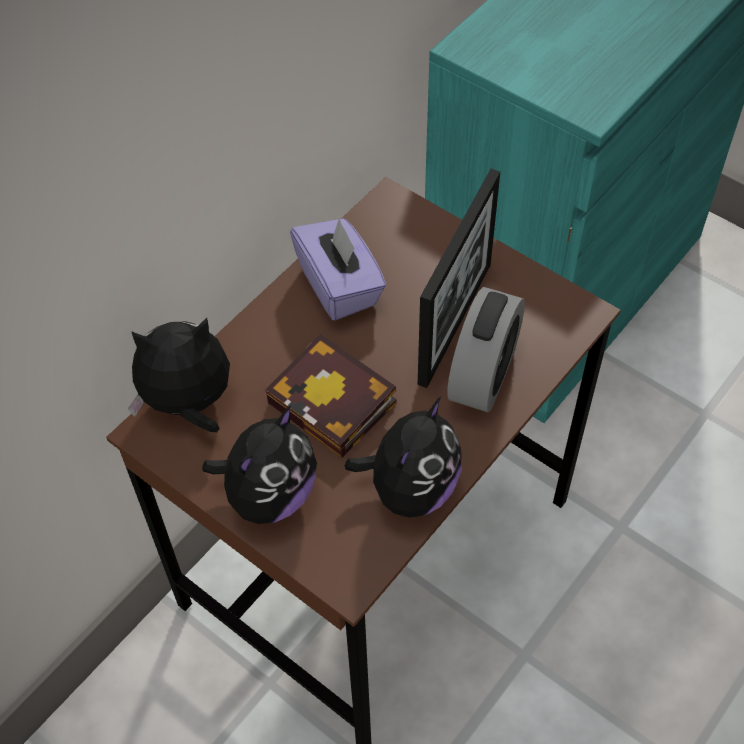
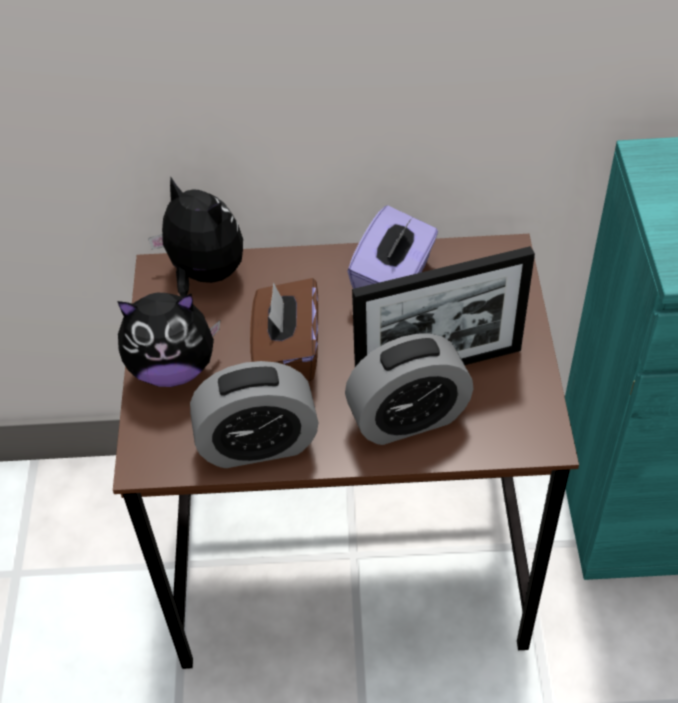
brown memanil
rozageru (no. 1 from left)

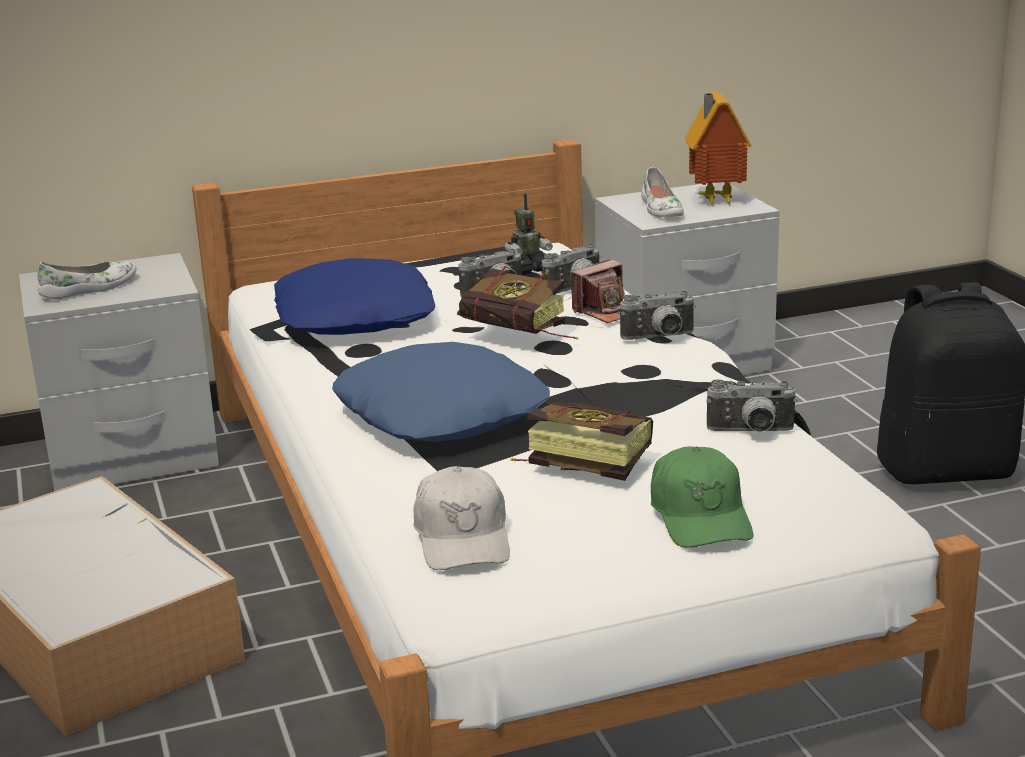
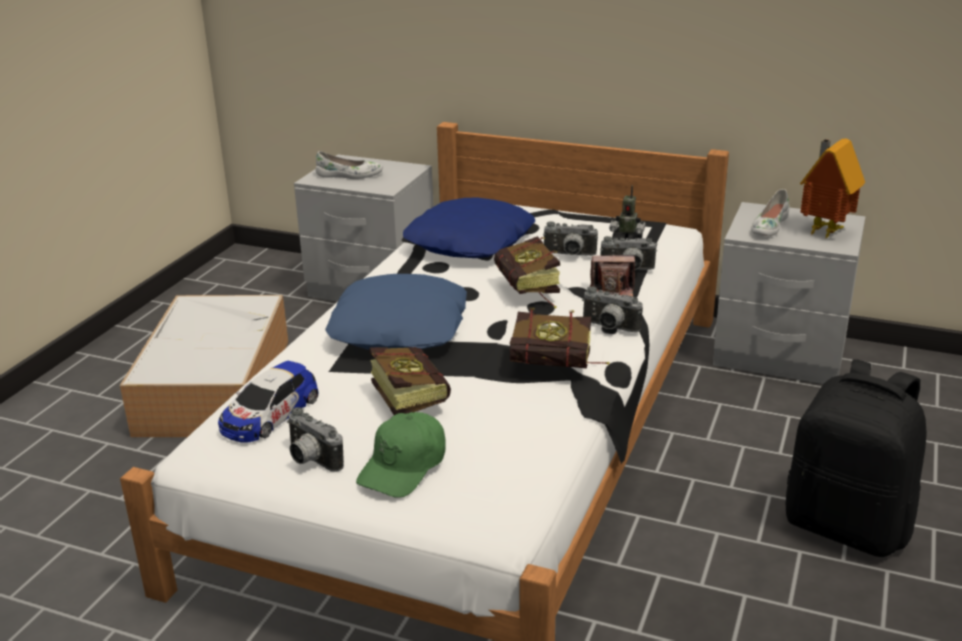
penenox
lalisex (no. 1 from left)
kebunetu (no. 3 from left)

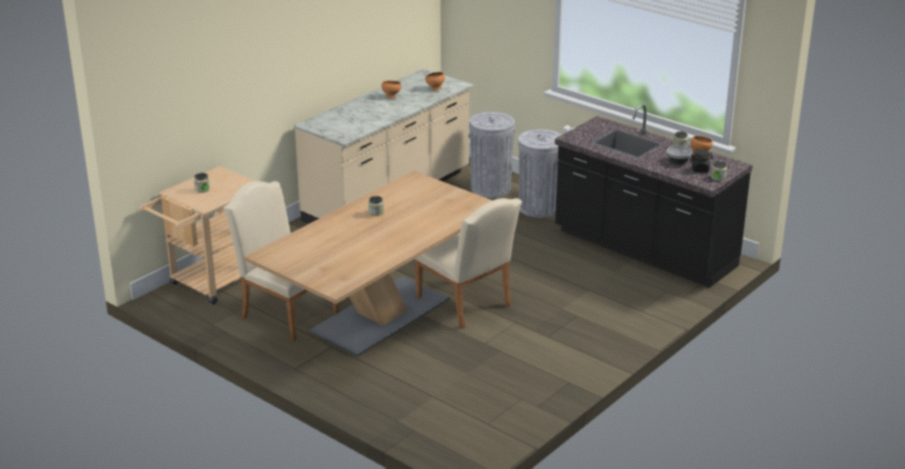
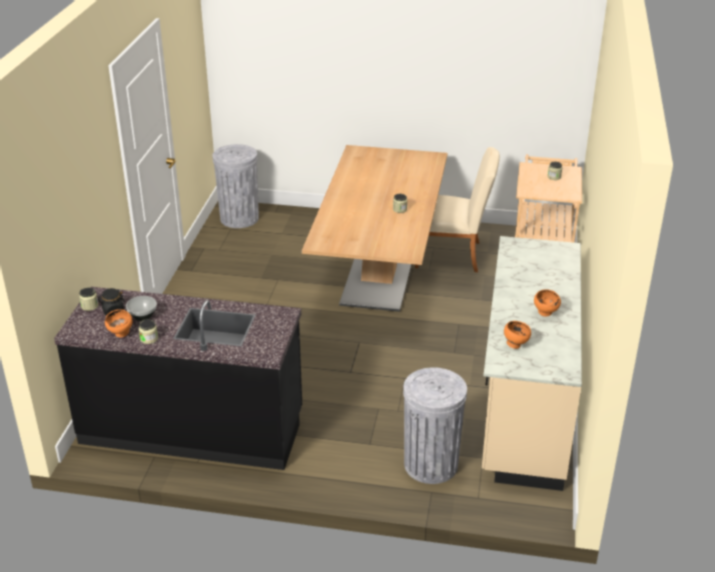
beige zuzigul (no. 2 from left in the first image)
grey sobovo (no. 1 from left)

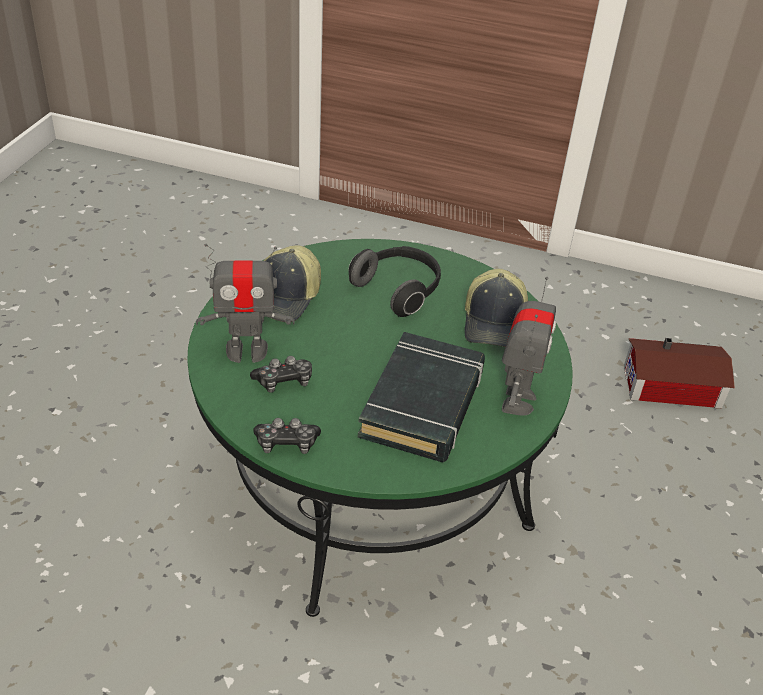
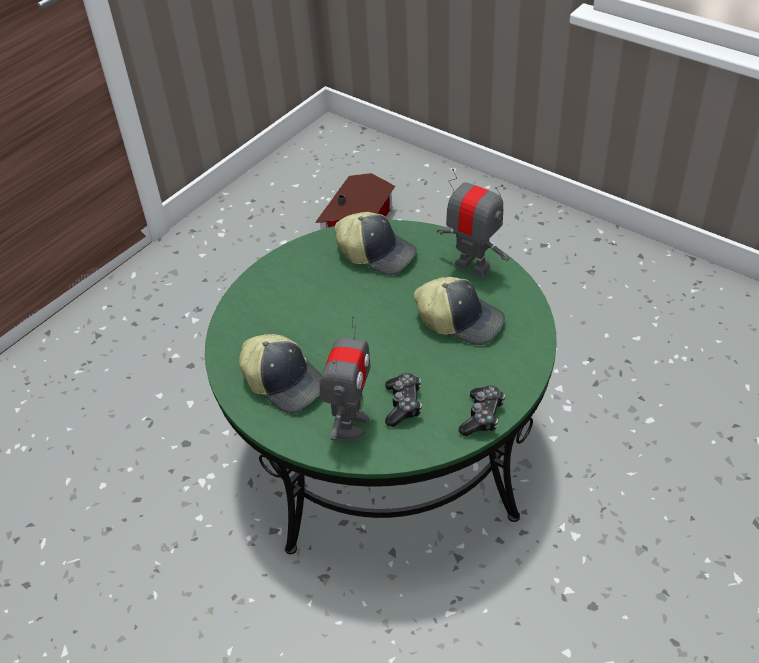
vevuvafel
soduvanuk (no. 3 from left)

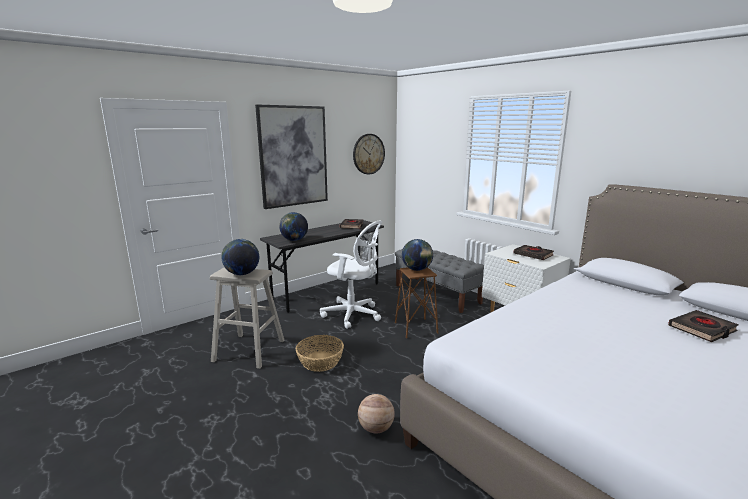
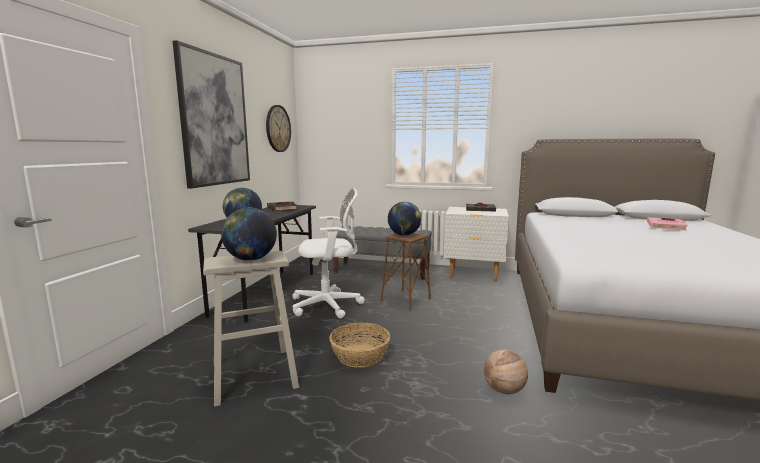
pink kebunetu

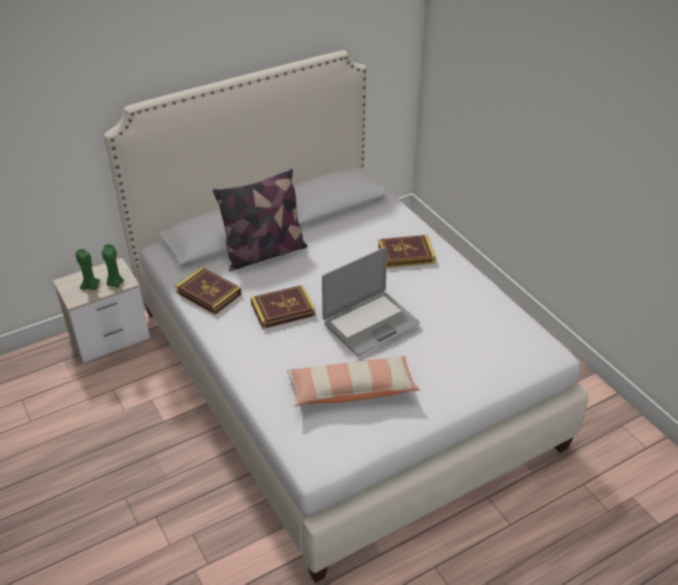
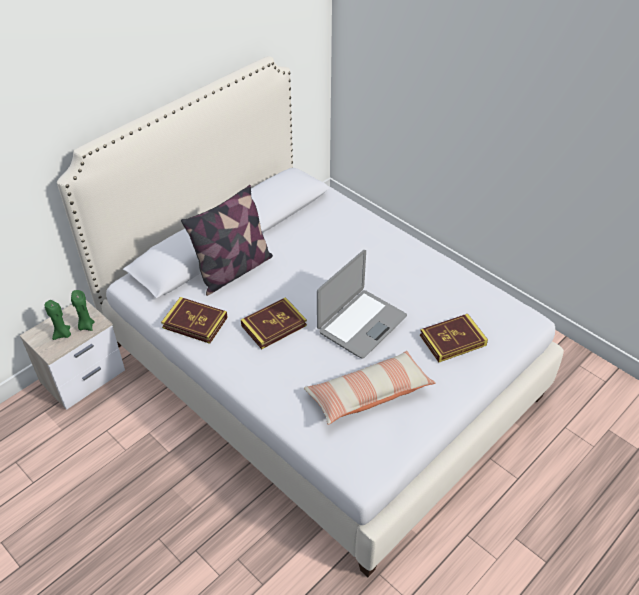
kebunetu (no. 3 from left)

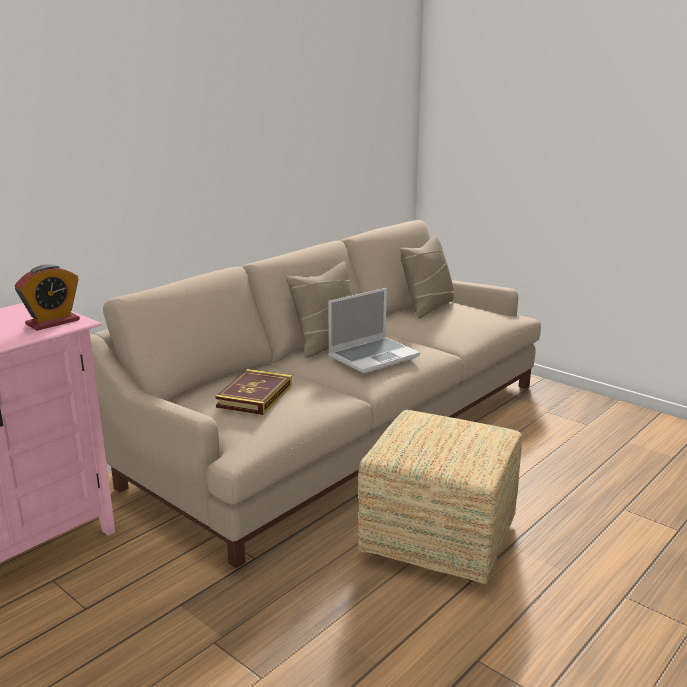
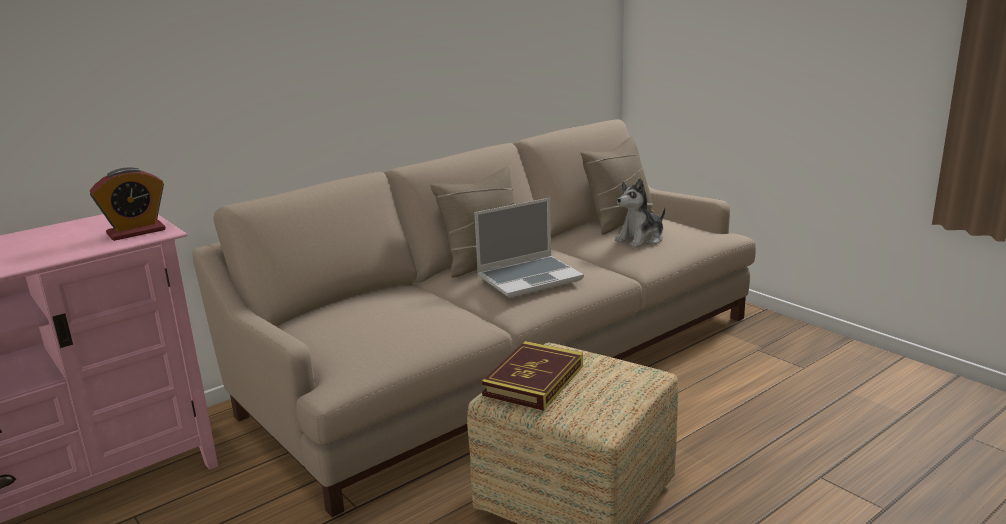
kebunetu
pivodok

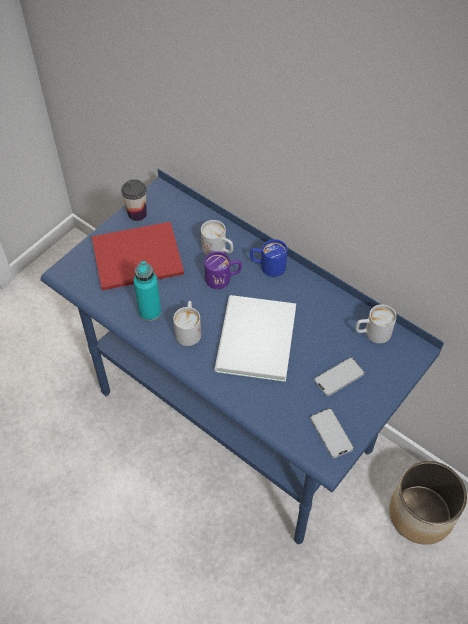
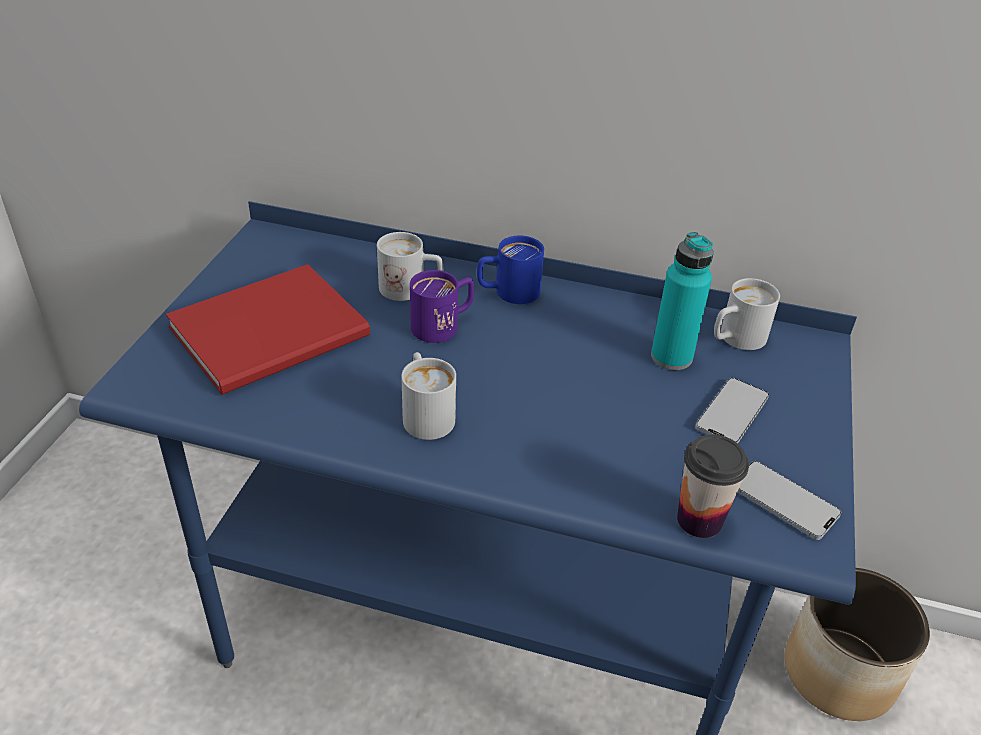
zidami
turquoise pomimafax
white kebunetu

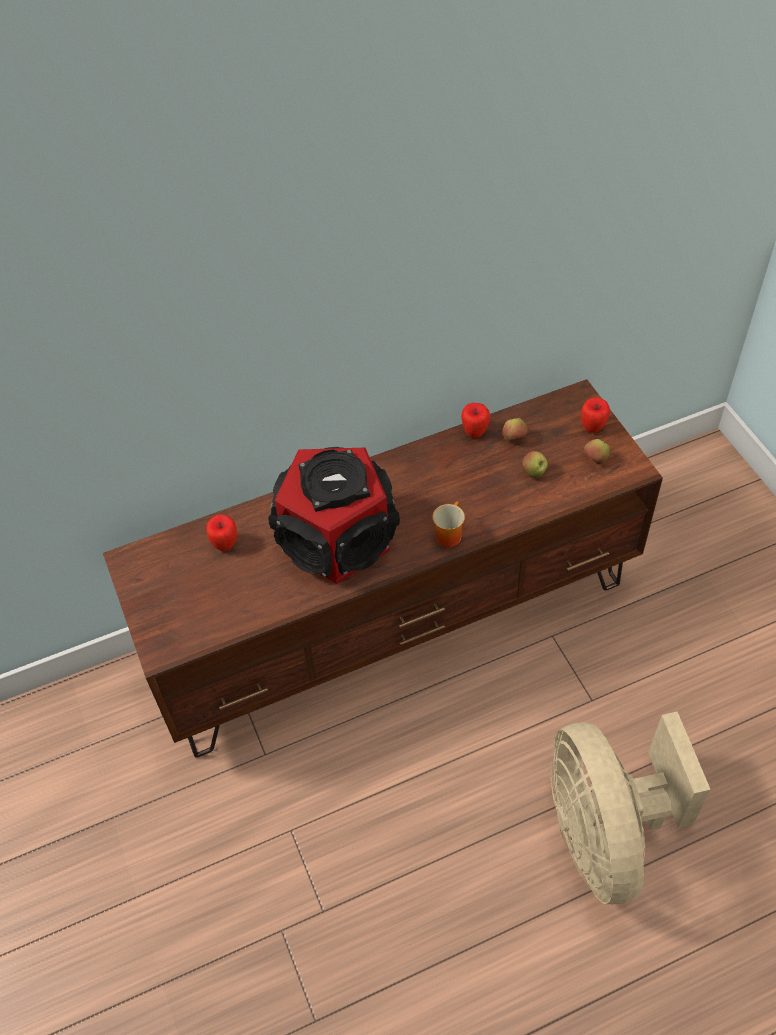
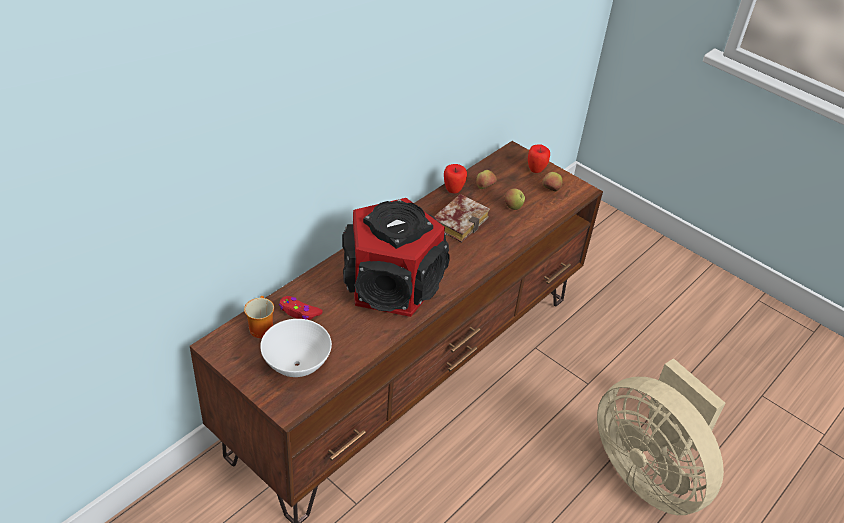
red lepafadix
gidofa
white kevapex
kebunetu

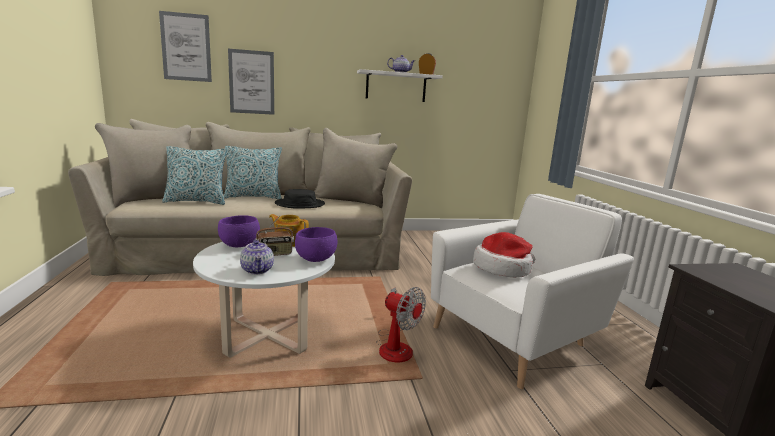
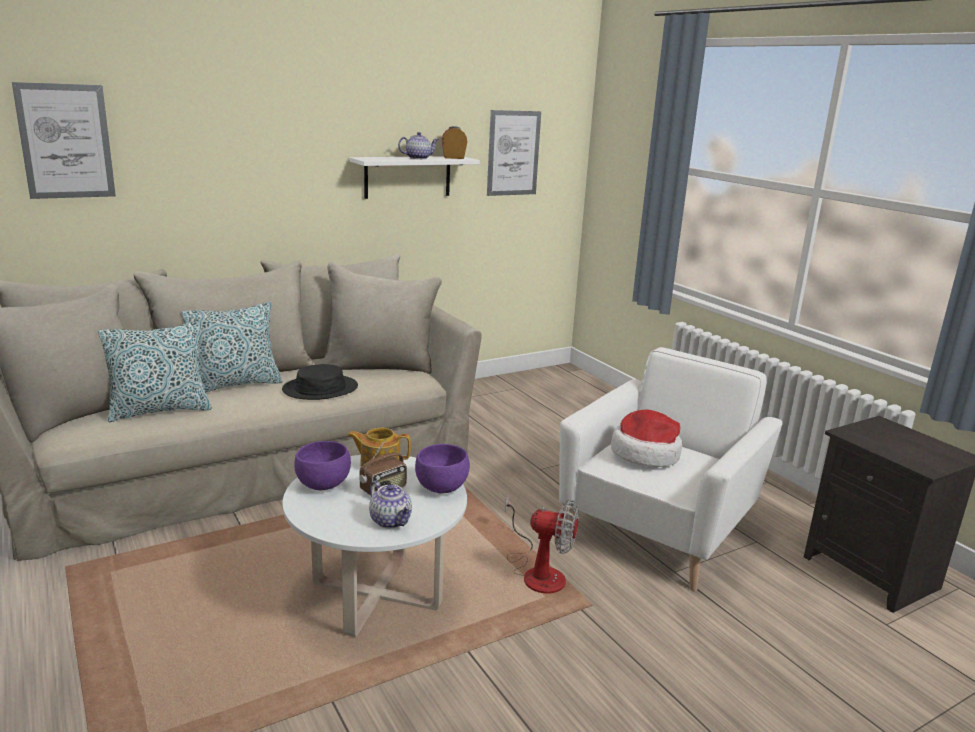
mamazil (no. 2 from left)

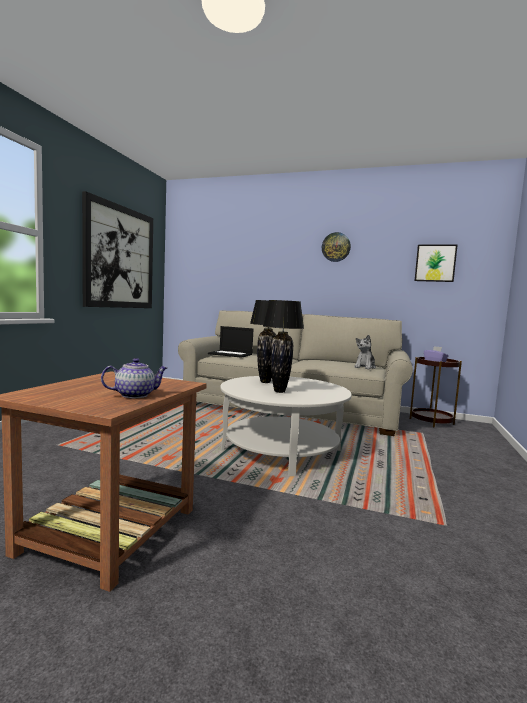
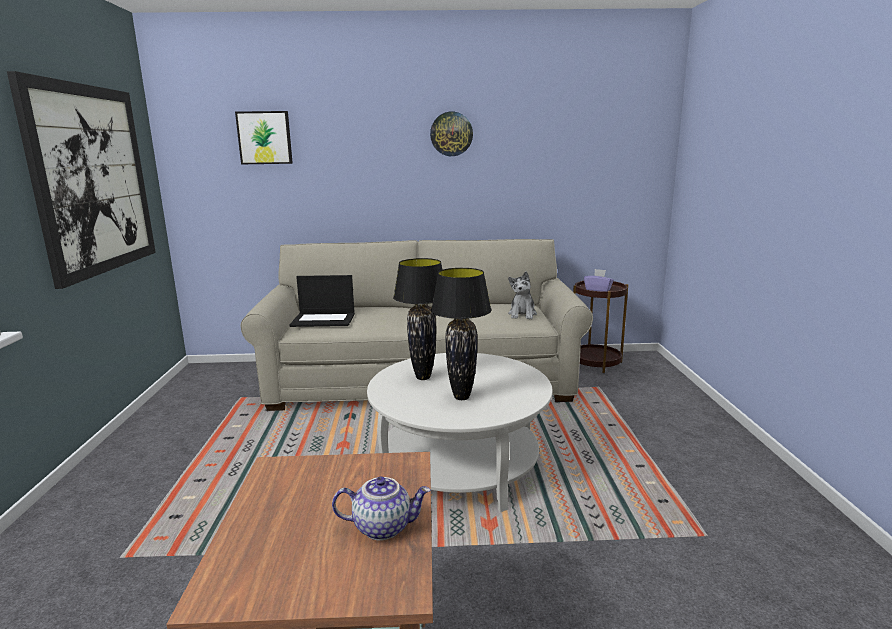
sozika
mamazil (no. 2 from left)

